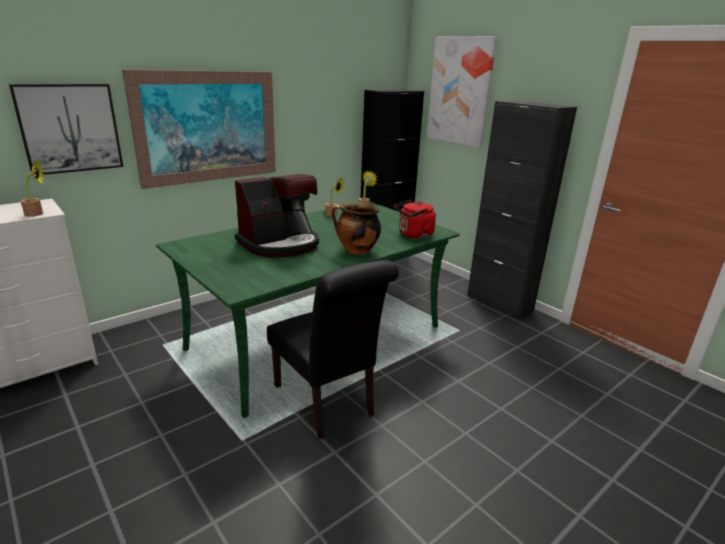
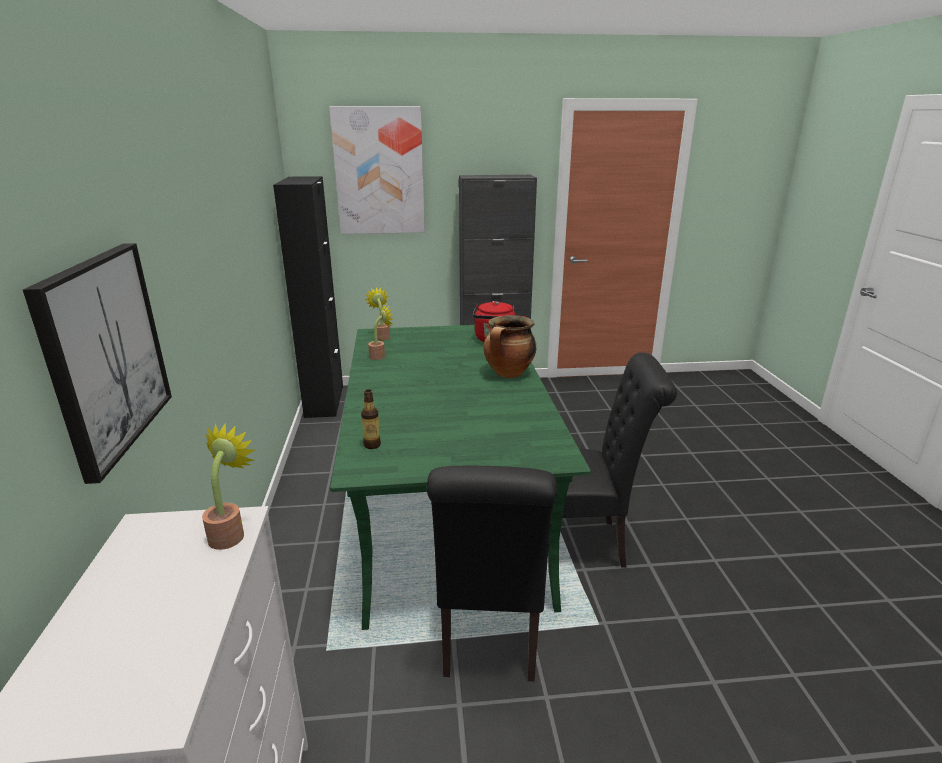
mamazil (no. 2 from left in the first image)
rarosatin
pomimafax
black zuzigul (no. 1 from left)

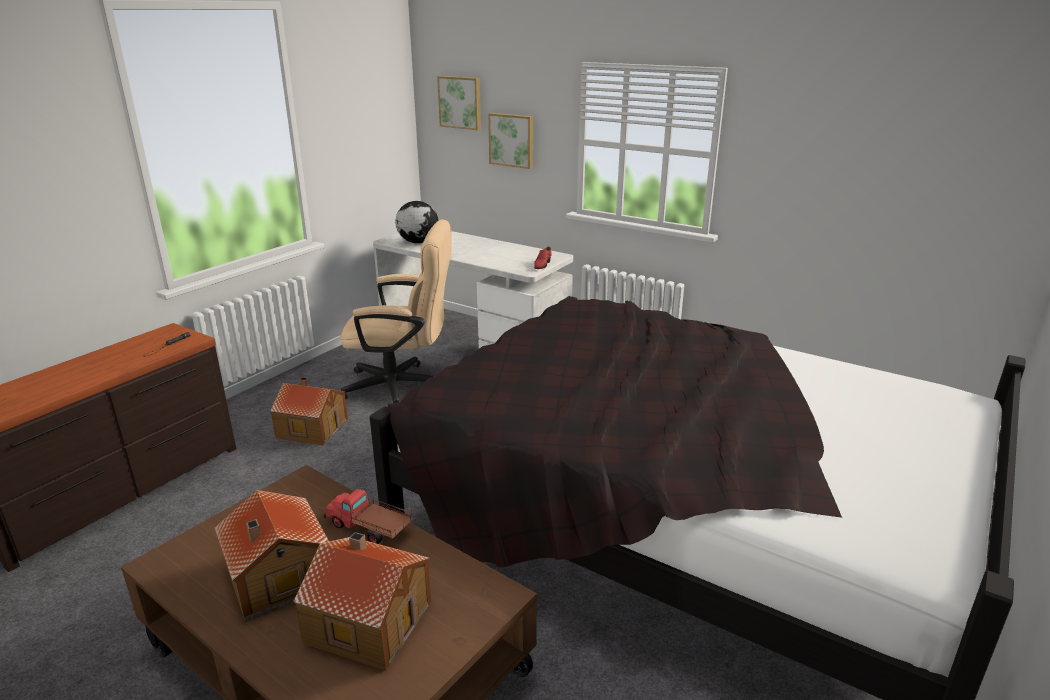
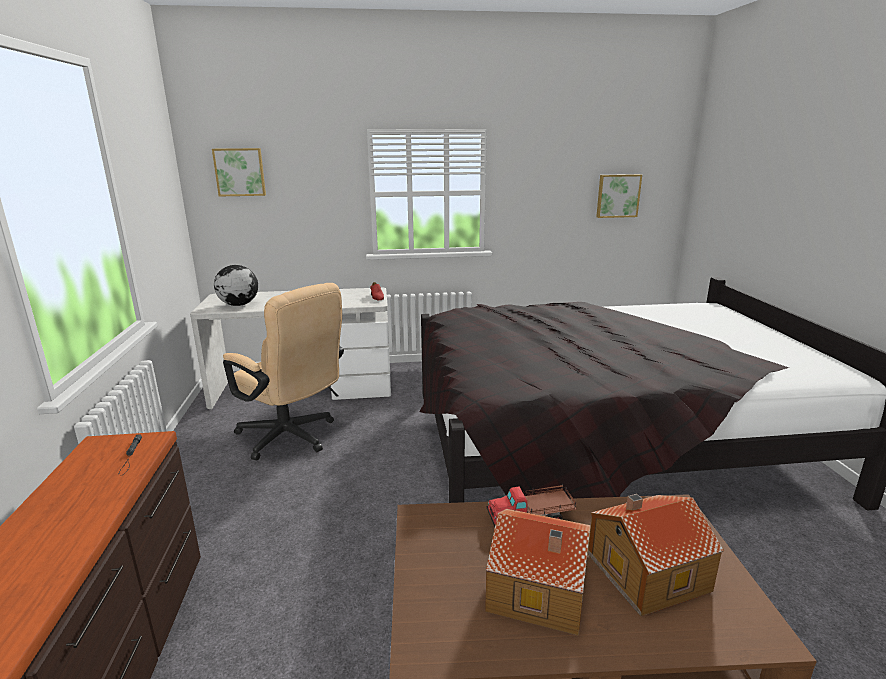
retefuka (no. 2 from left in the first image)
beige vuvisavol
mamazil (no. 2 from left)

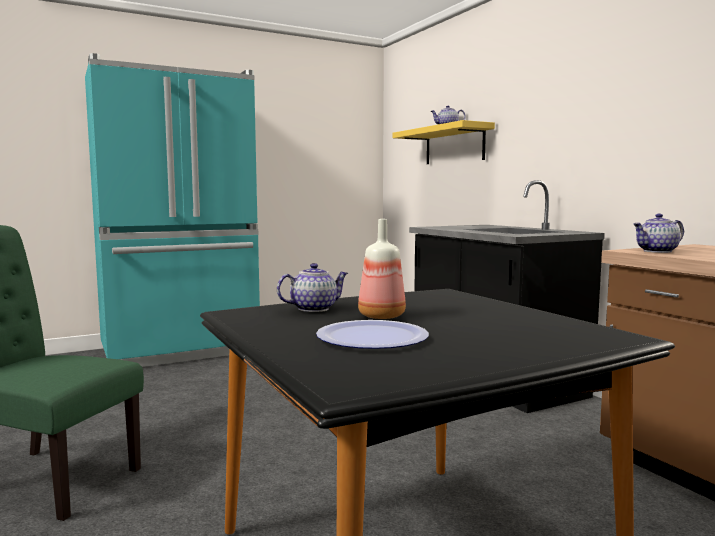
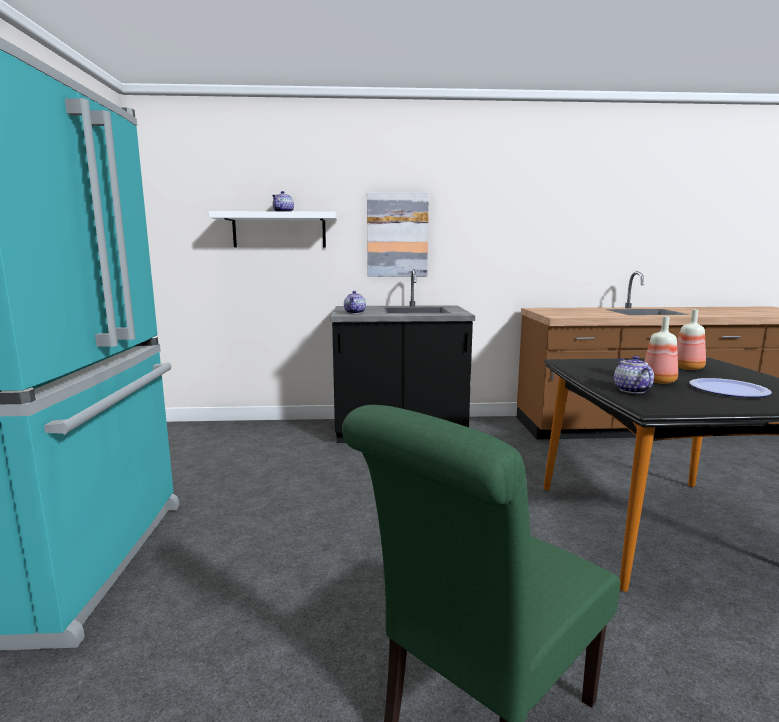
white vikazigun
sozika (no. 2 from left)
mamazil
pomimafax (no. 2 from left)

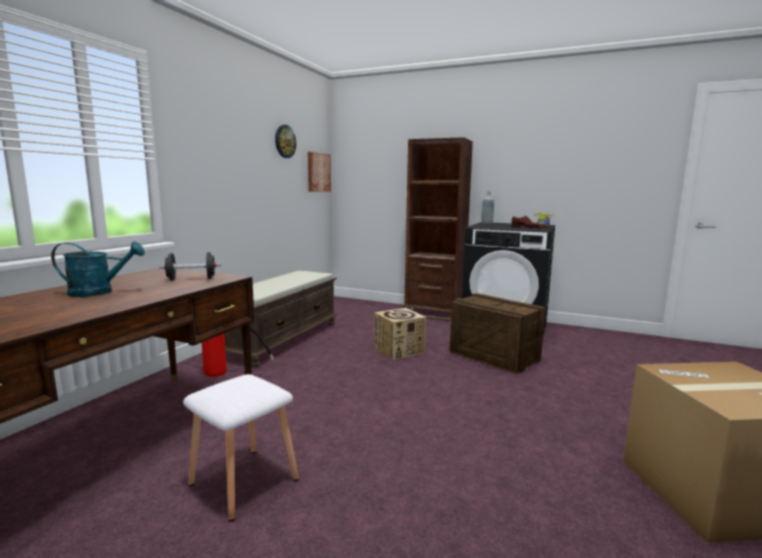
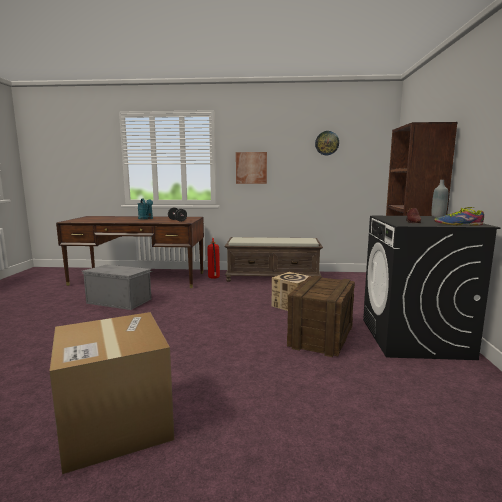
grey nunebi
mamazil

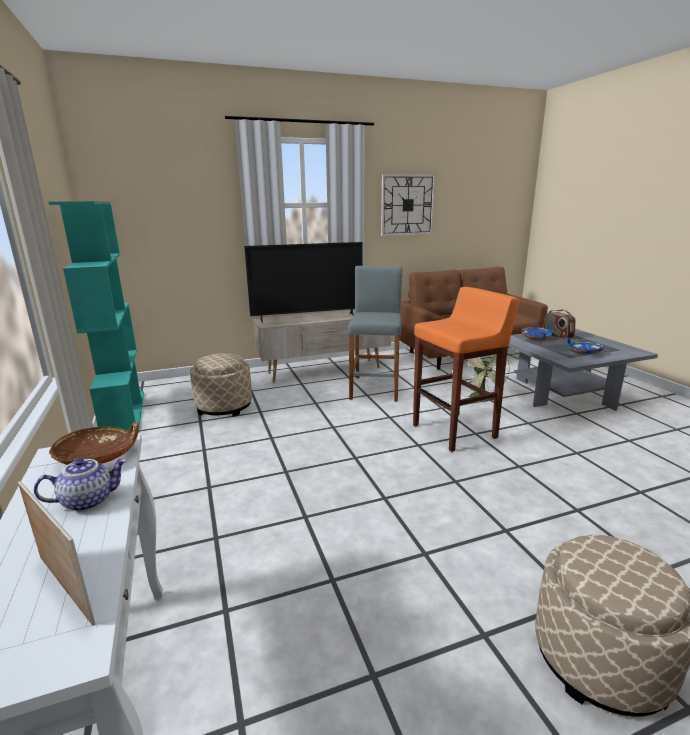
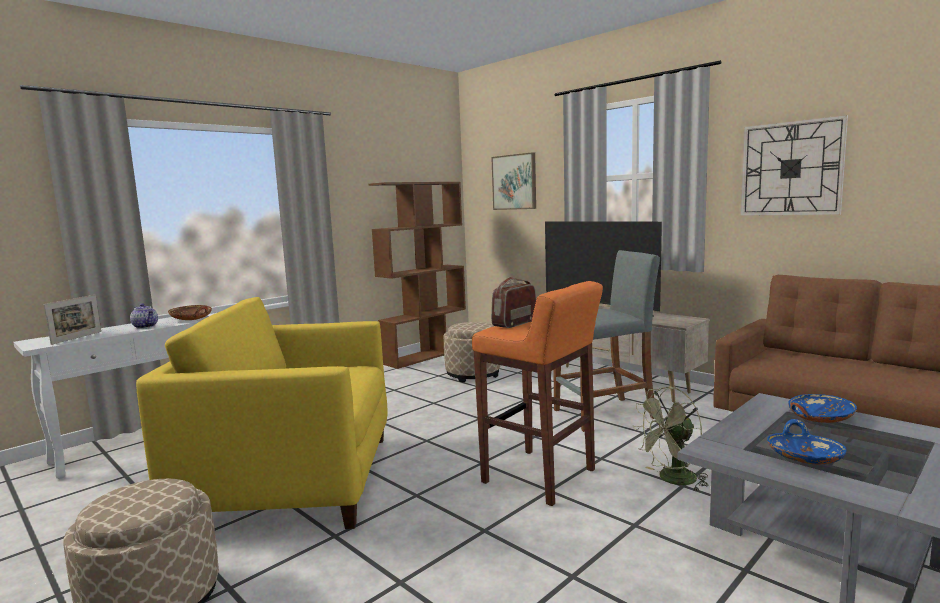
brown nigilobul
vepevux
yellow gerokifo
mamazil

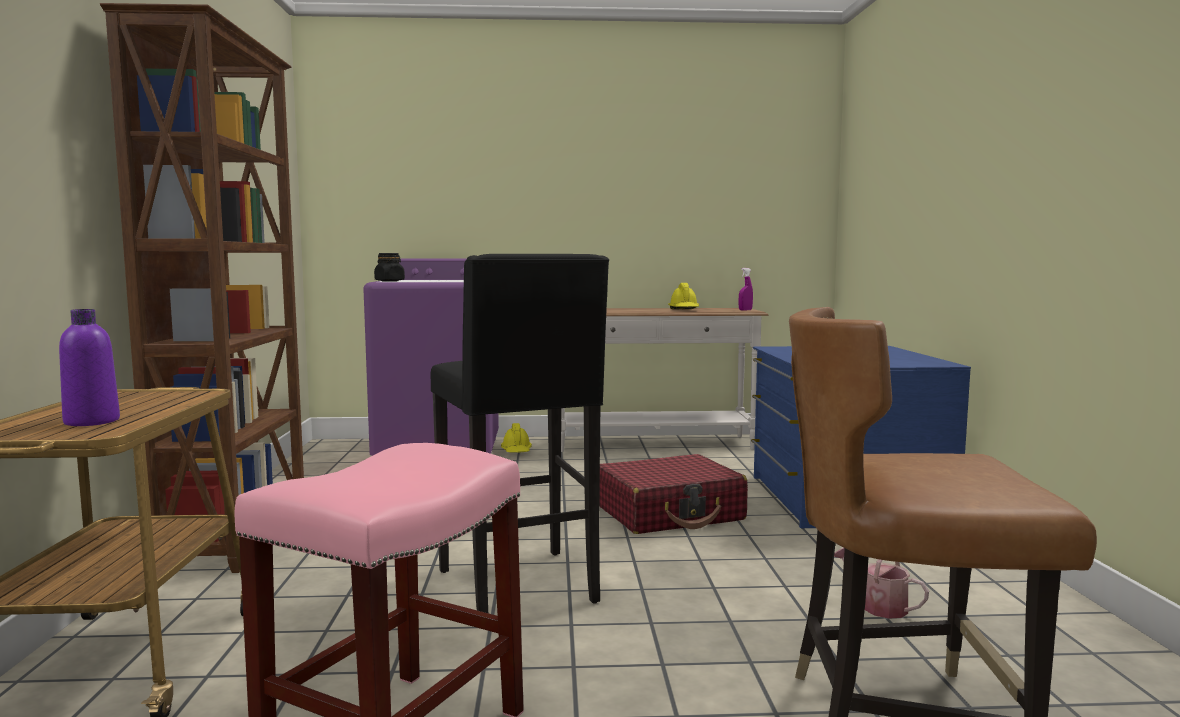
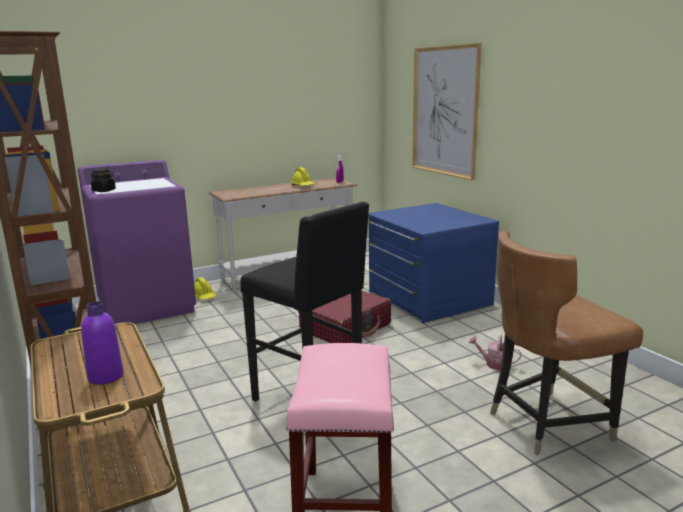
mamazil

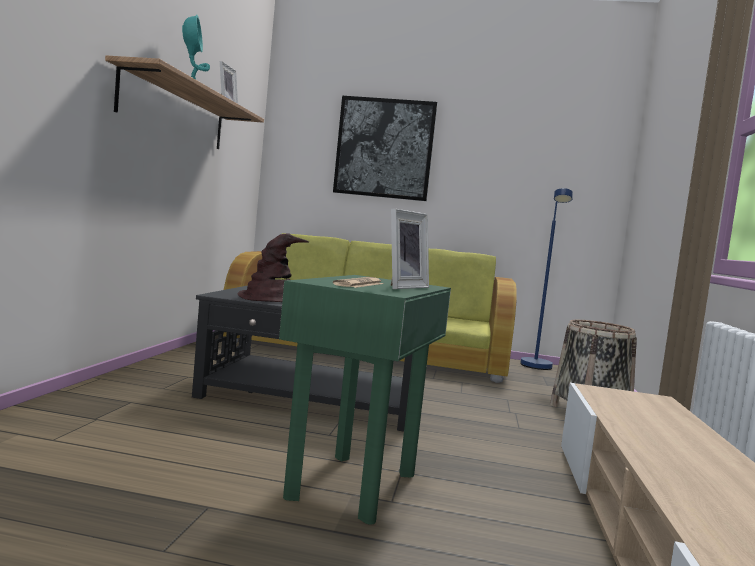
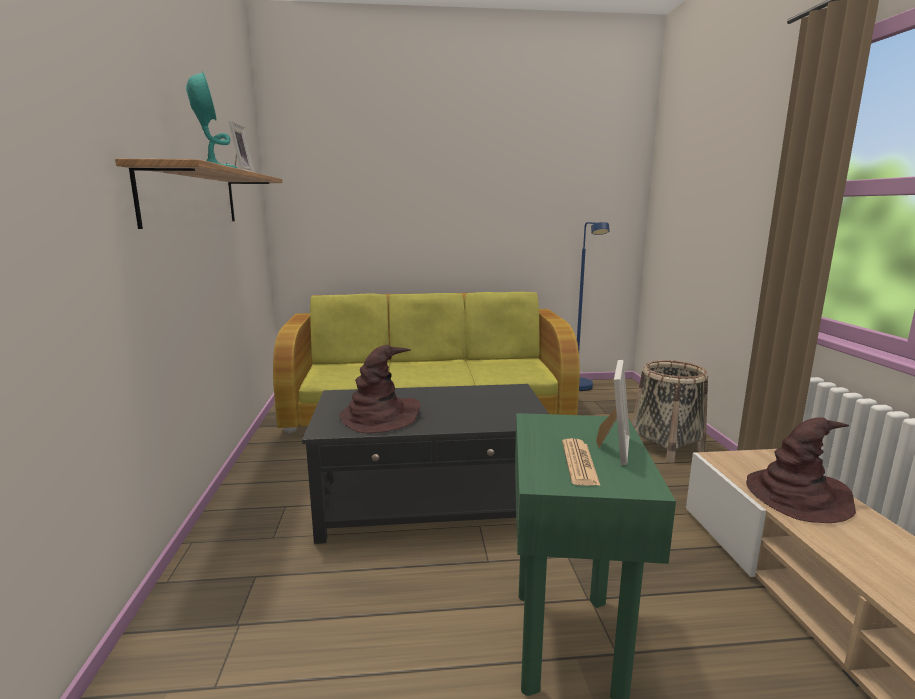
mamazil
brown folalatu (no. 2 from left)

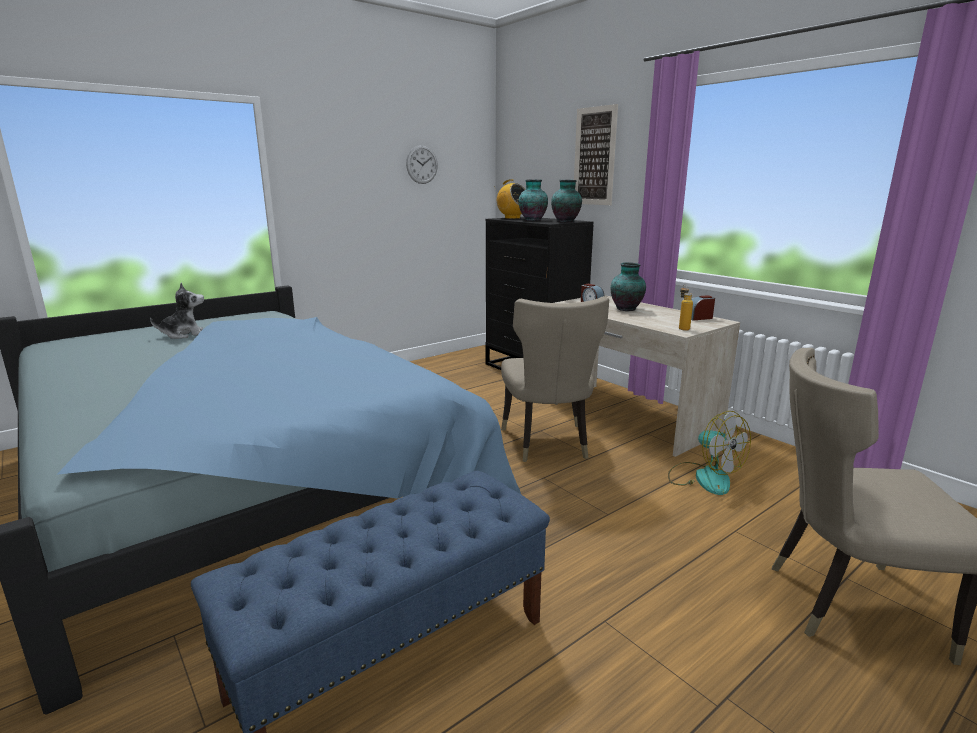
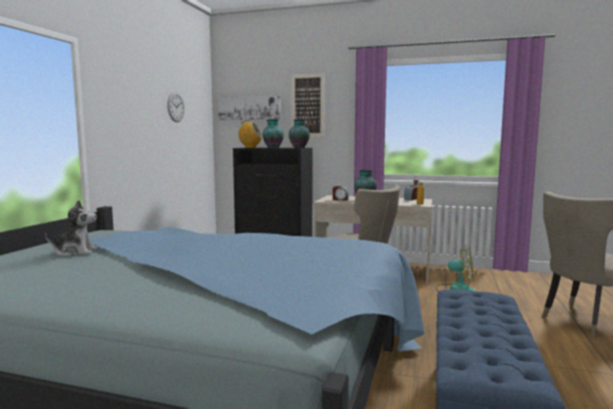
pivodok
mamazil (no. 1 from left)

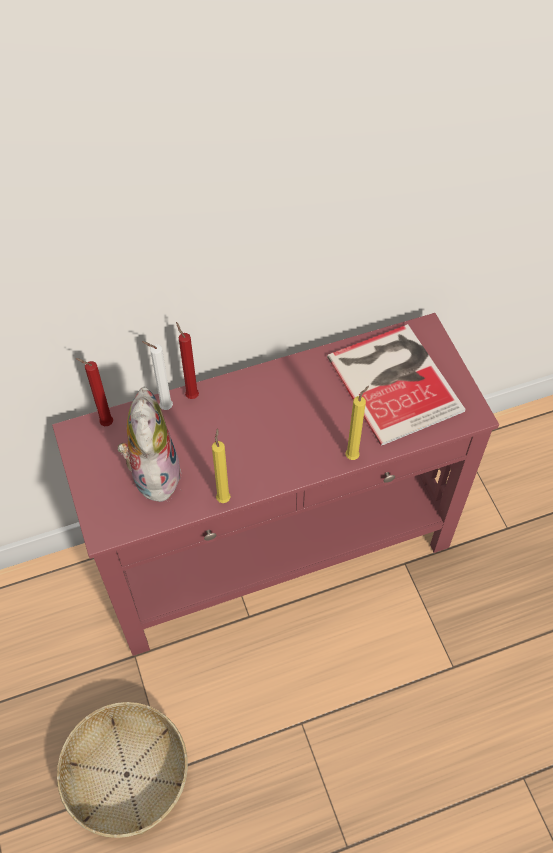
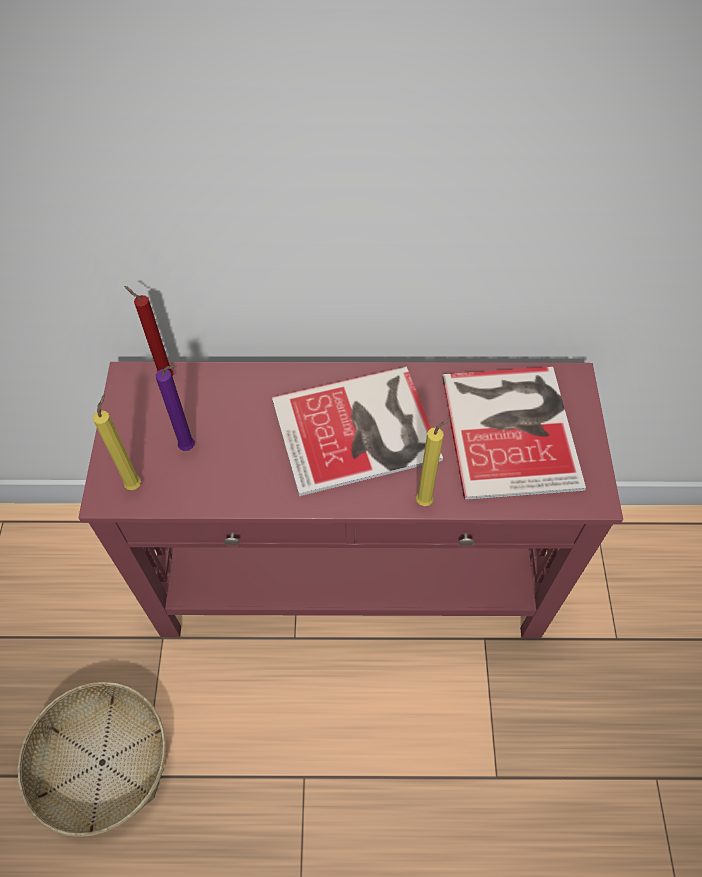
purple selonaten
white selonaten
red selonaten (no. 2 from left in the first image)
yellow selonaten (no. 1 from left)
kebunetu (no. 1 from left)

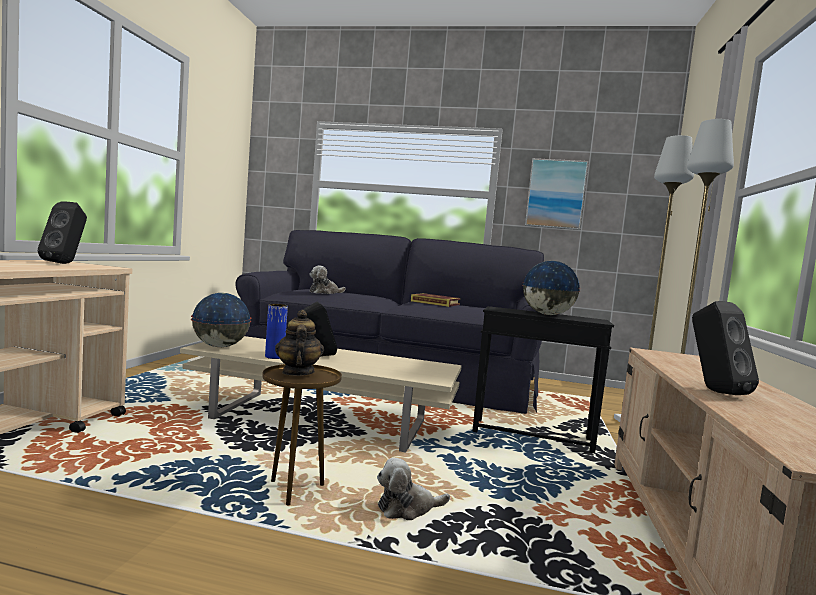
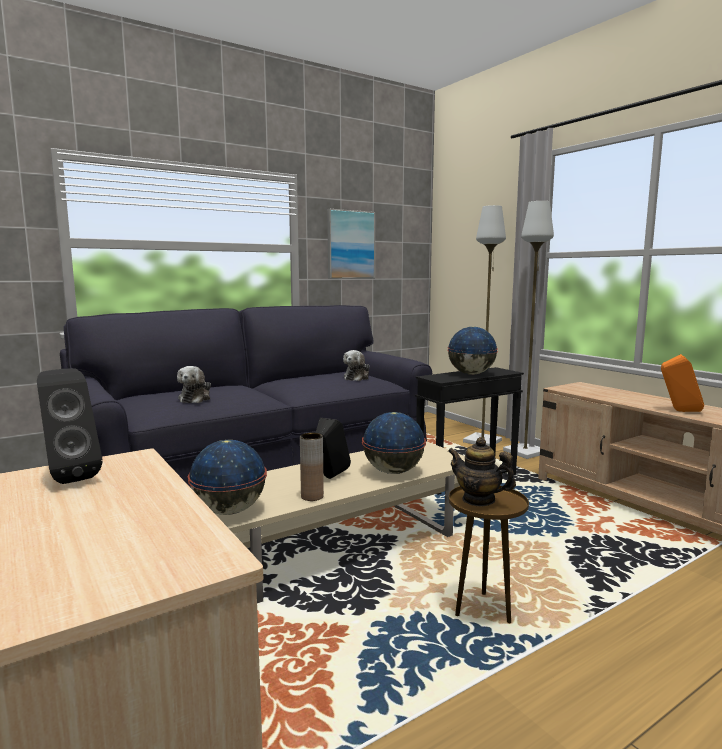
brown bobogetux
pivodok (no. 2 from left)
kebunetu
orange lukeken
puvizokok (no. 2 from left)

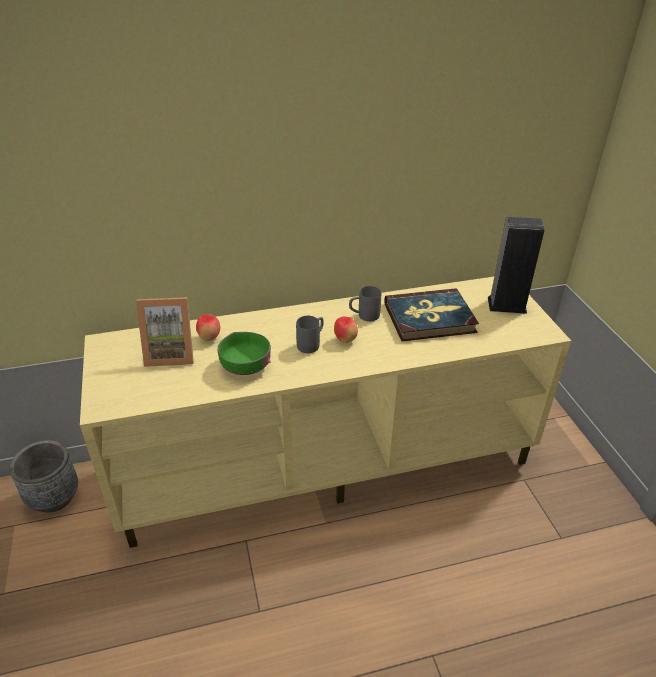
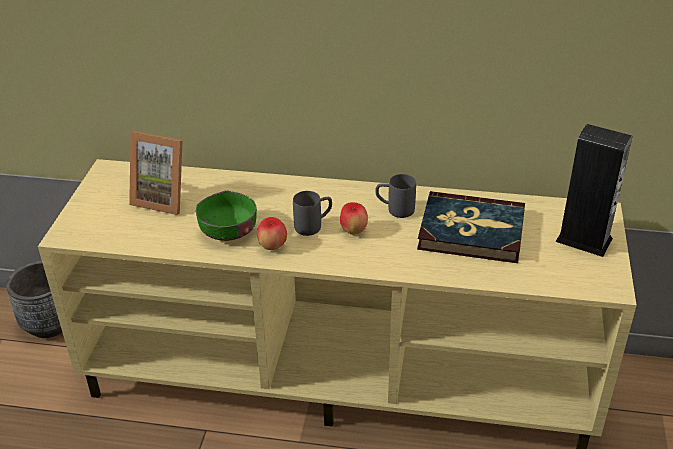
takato (no. 1 from left)

